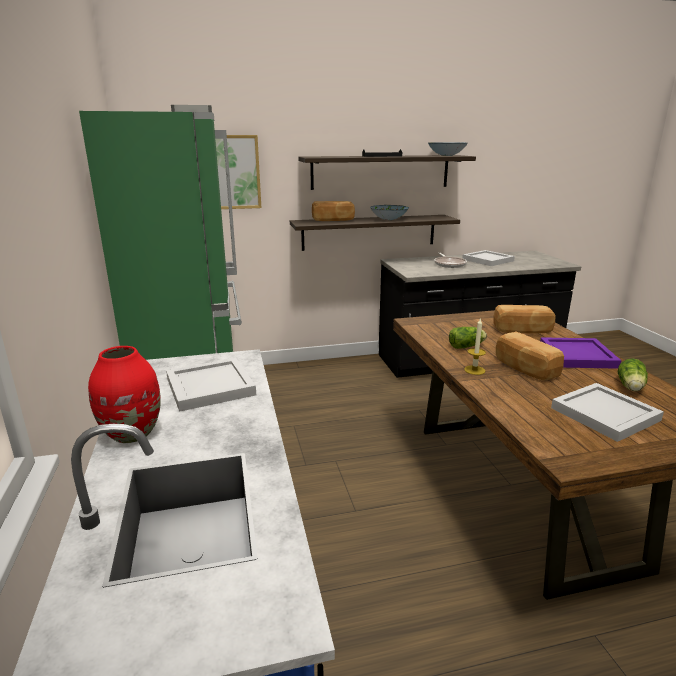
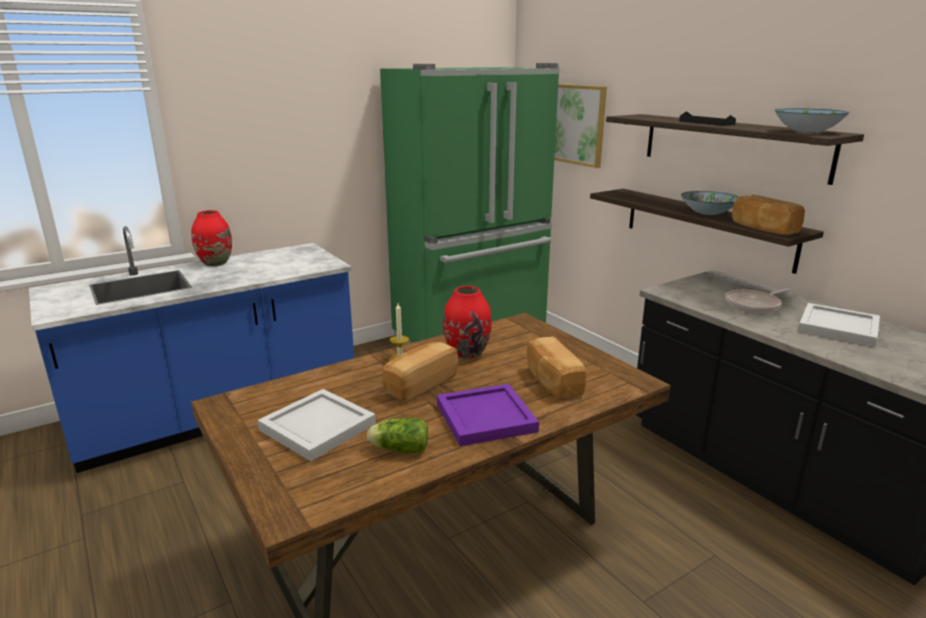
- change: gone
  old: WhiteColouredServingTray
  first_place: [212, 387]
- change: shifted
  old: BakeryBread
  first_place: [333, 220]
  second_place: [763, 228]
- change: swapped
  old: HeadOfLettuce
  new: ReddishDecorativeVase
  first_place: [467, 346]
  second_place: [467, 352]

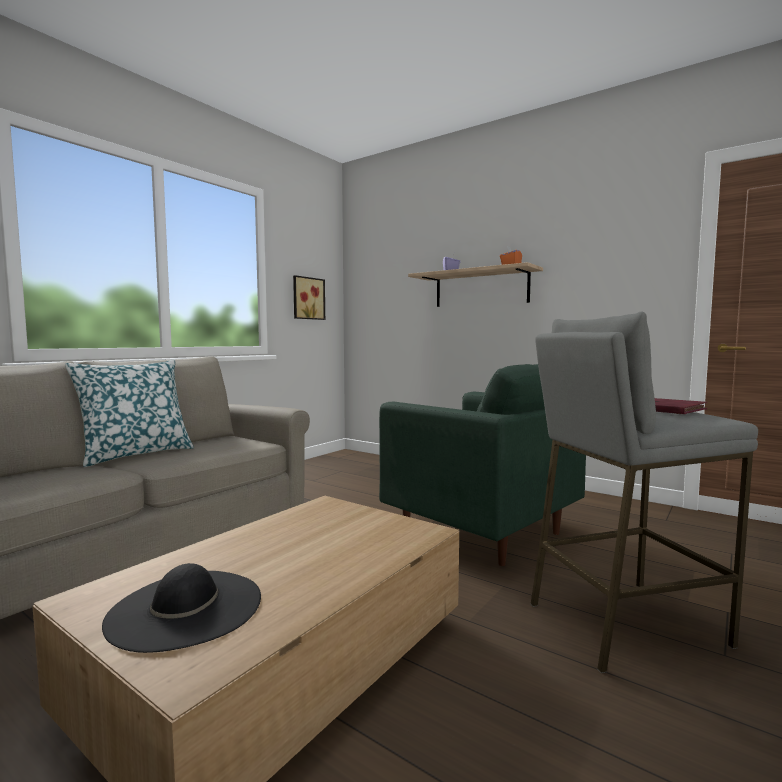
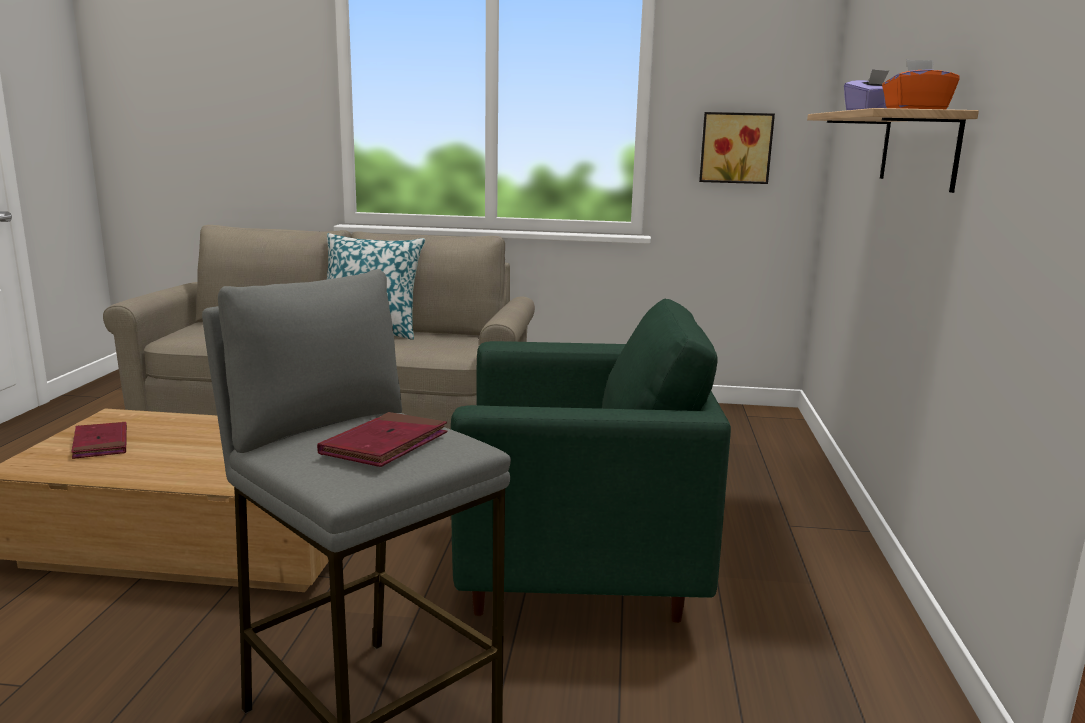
- change: swapped
  old: BlackWearableHat
  new: ReddishVolume
  first_place: [186, 608]
  second_place: [101, 444]
- change: rotated
  old: GreenColouredArmchair
  first_place: [481, 531]
  second_place: [579, 573]
  degrees: -105

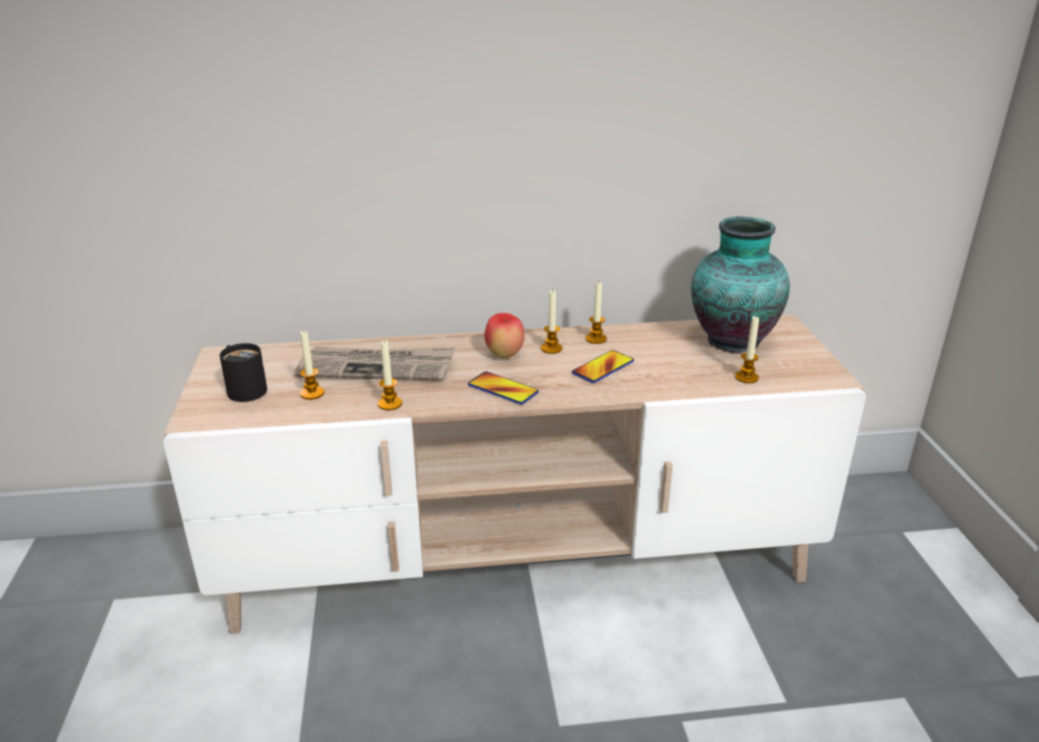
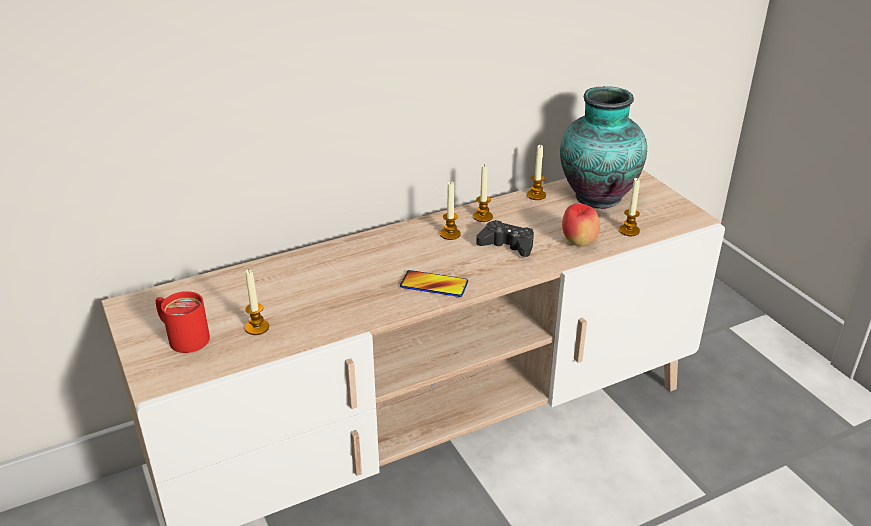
- change: gone
  old: DailyPaper
  first_place: [377, 367]
- change: shifted
  old: WaxCandle
  first_place: [390, 404]
  second_place: [536, 195]
- change: shifted
  old: WholeApple
  first_place: [504, 355]
  second_place: [579, 243]
- change: swapped
  old: Telephone
  new: BlackGameController
  first_place: [603, 368]
  second_place: [507, 245]
- change: repainted
  old: BlackTeaMug
  new: ReddishTeaMug
  first_place: [243, 388]
  second_place: [182, 337]

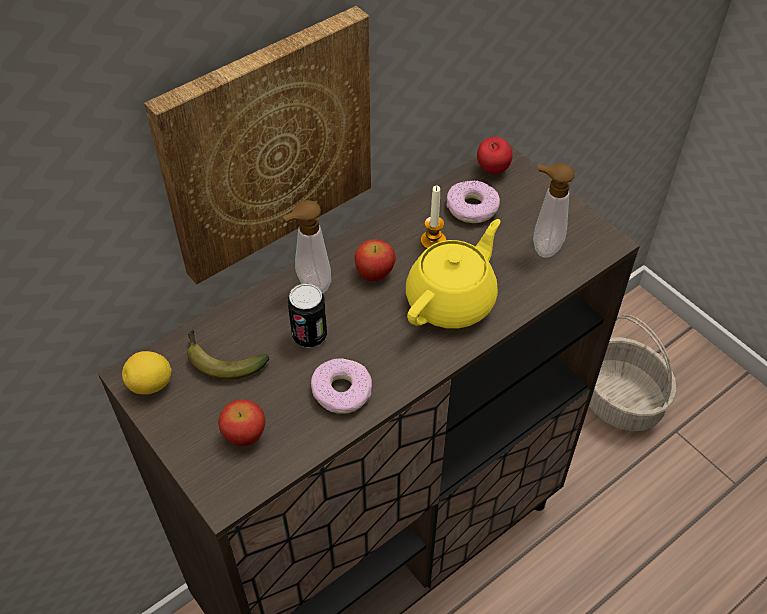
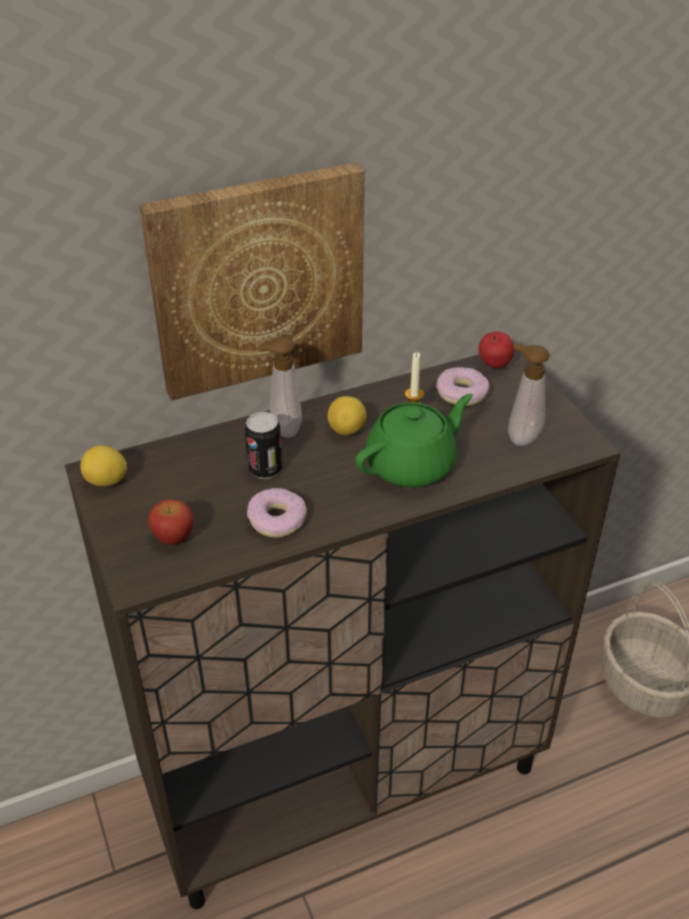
- change: gone
  old: Banana
  first_place: [221, 360]
- change: swapped
  old: WholeApple
  new: WholeLemon
  first_place: [375, 273]
  second_place: [347, 430]
- change: repainted
  old: YellowTeaPot
  new: GreenColouredTeaPot
  first_place: [452, 300]
  second_place: [412, 465]

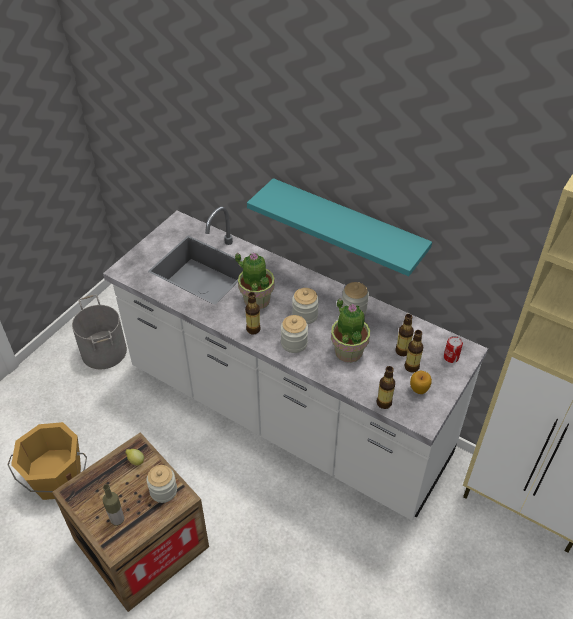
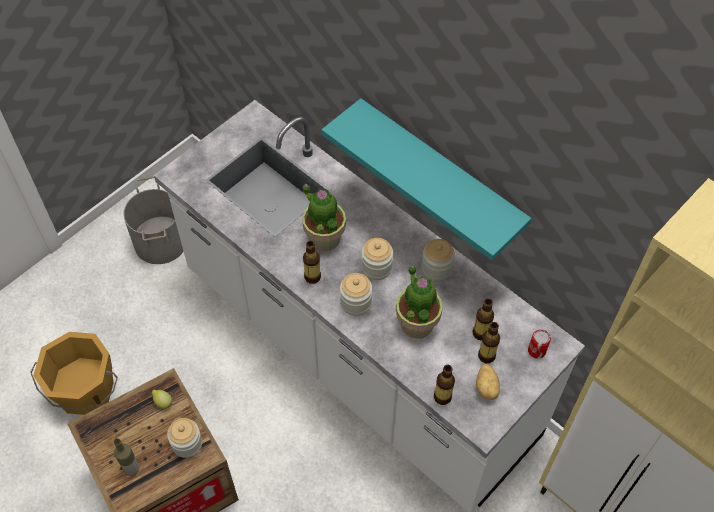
- change: swapped
  old: WholeApple
  new: Spud
  first_place: [418, 390]
  second_place: [487, 387]

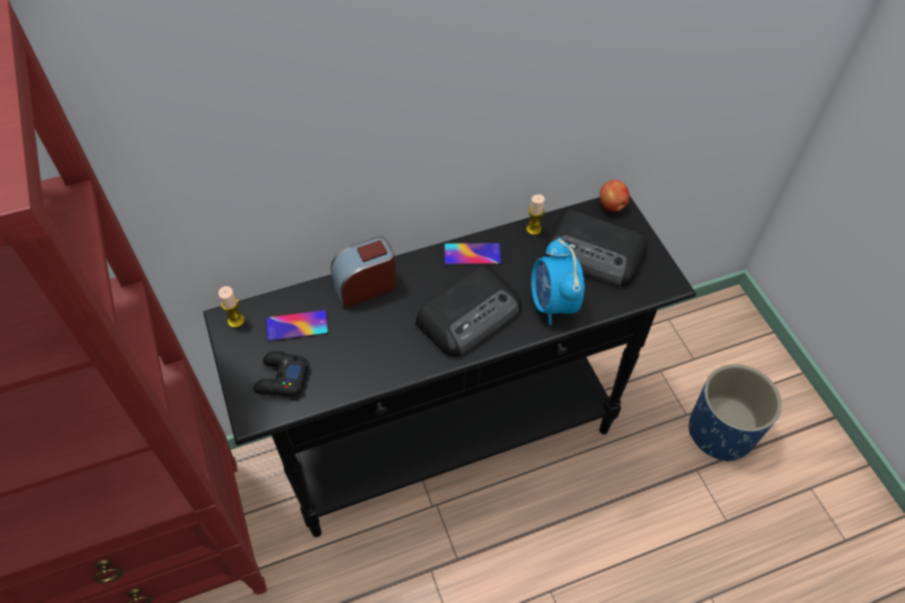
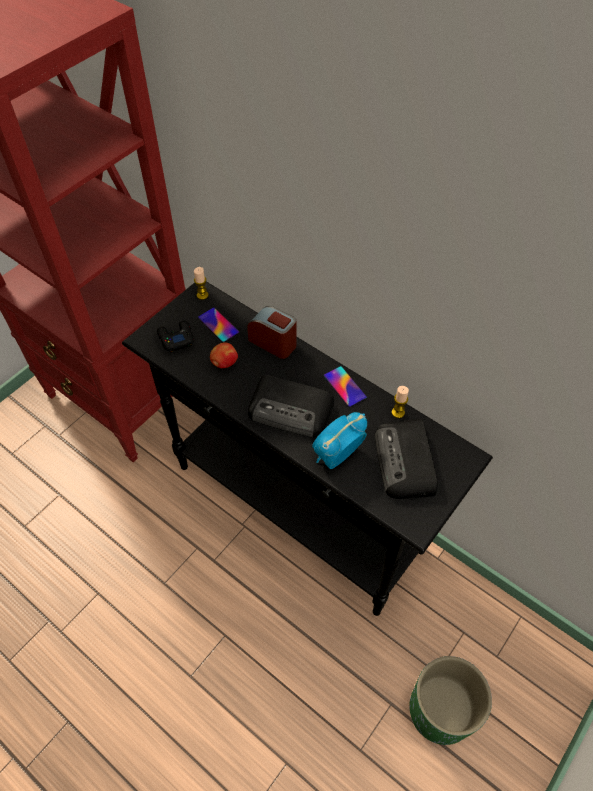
- change: shifted
  old: WholeApple
  first_place: [612, 206]
  second_place: [224, 363]
- change: repainted
  old: BluishPlantPot
  new: GreenColouredPlantPot
  first_place: [721, 432]
  second_place: [440, 710]

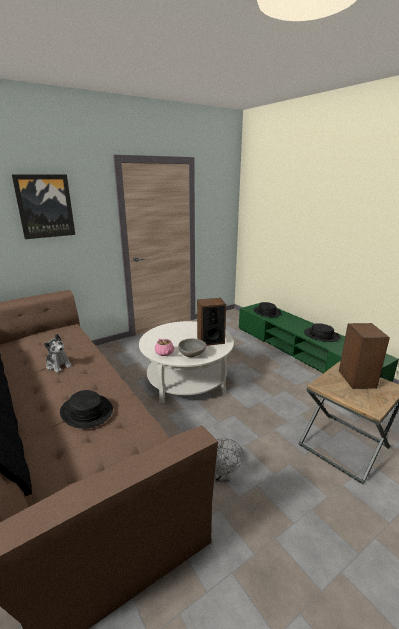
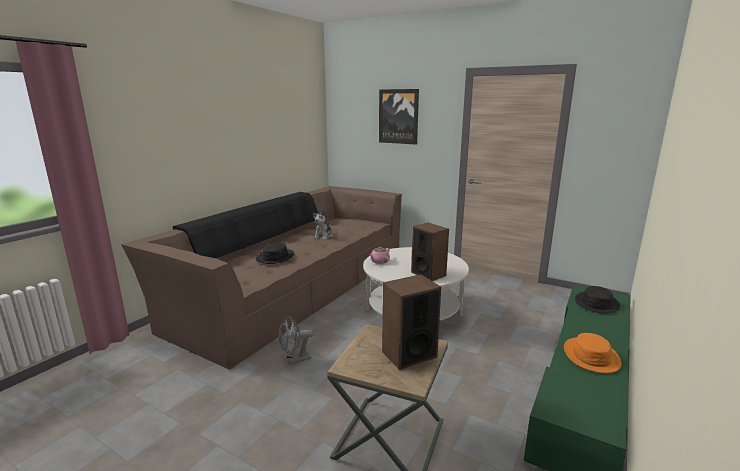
- change: gone
  old: GreyServingBowl
  first_place: [192, 354]
- change: repainted
  old: BlackWearableHat
  new: OrangeWearableHat
  first_place: [321, 335]
  second_place: [591, 356]

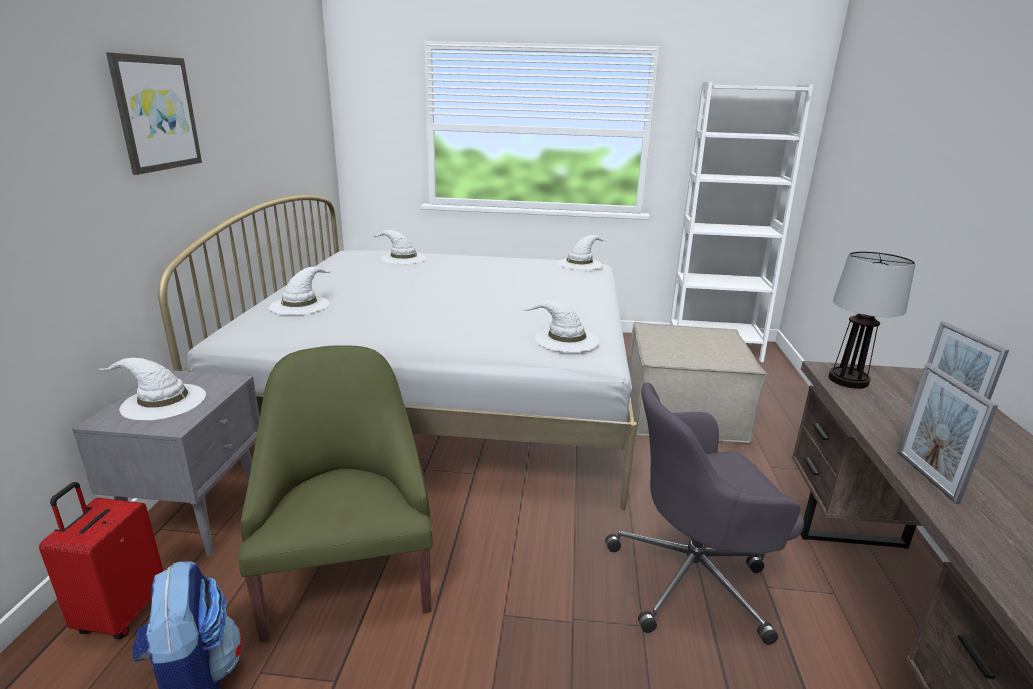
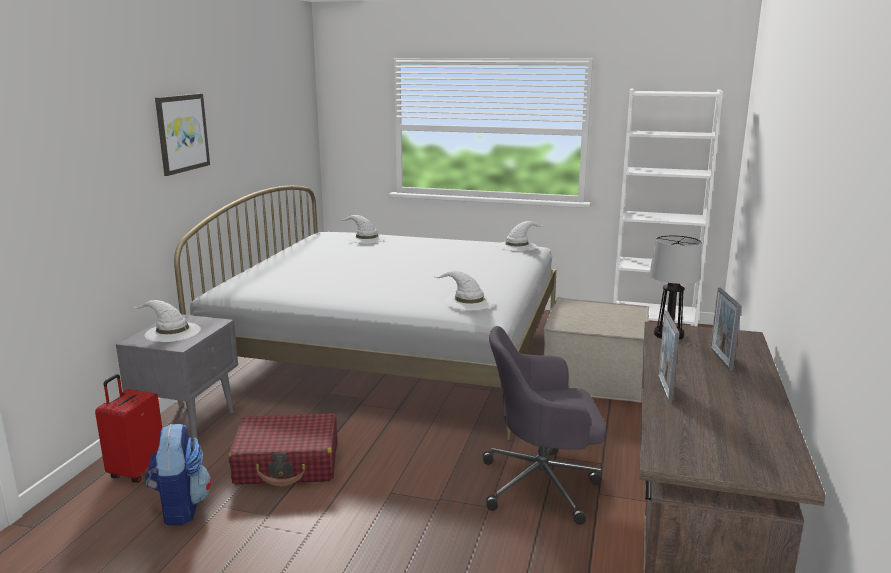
- change: gone
  old: WhiteColouredWearableHat
  first_place: [300, 305]
- change: swapped
  old: GreenColouredArmchair
  new: ReddishTravelCase
  first_place: [348, 576]
  second_place: [287, 463]

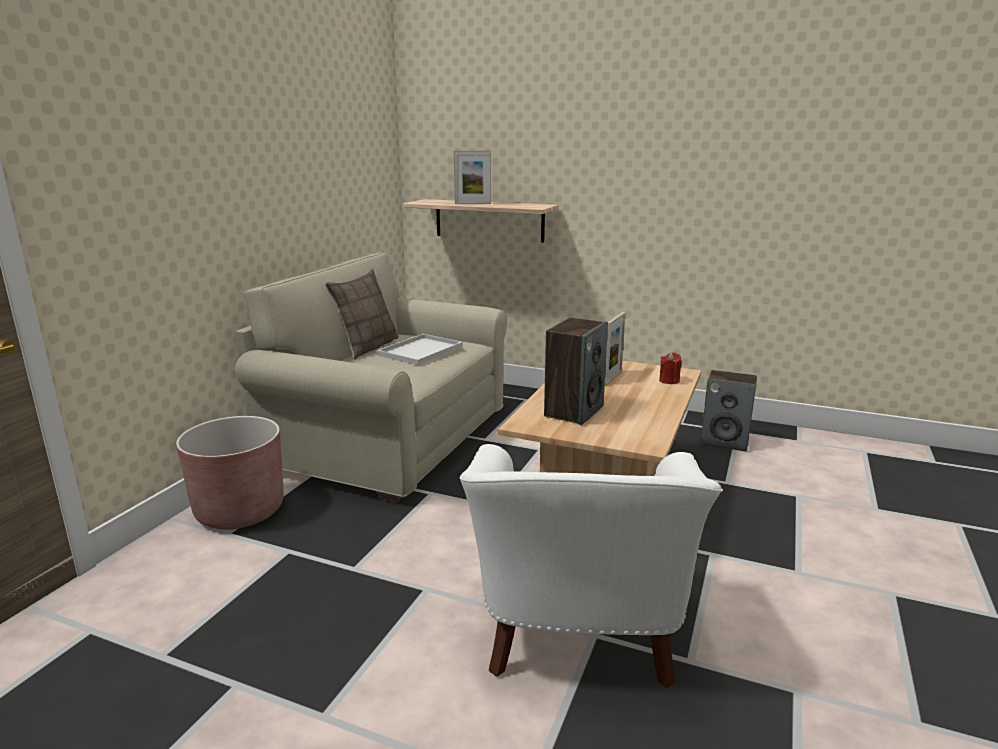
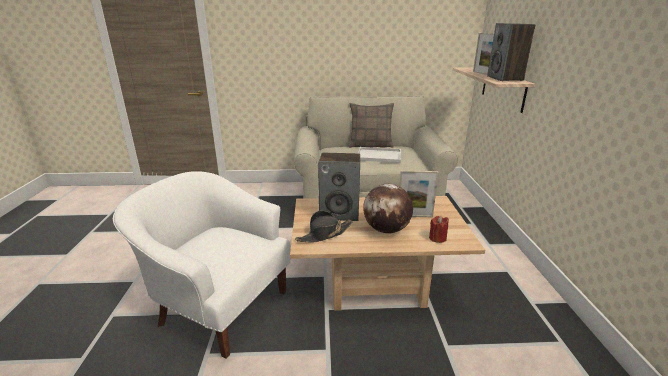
- change: gone
  old: BrownPlantPot
  first_place: [240, 511]
- change: new
  new: BlackWearableHat
  second_place: [324, 234]
- change: new
  new: WorldGlobe
  second_place: [386, 230]
- change: shifted
  old: Loudspeaker
  first_place: [725, 441]
  second_place: [505, 78]
- change: rotated
  old: WhiteColouredArmchair
  first_place: [578, 633]
  second_place: [220, 305]
  degrees: 45

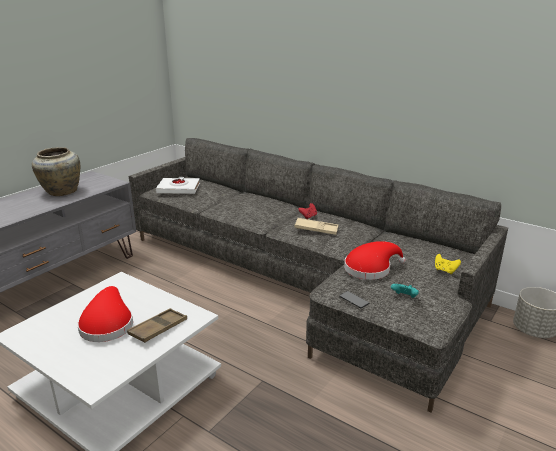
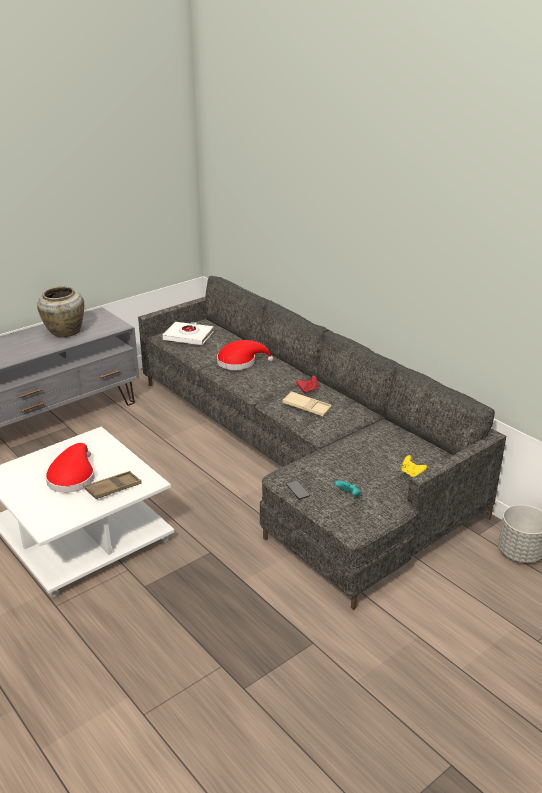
- change: shifted
  old: ReddishWearableHat
  first_place: [370, 268]
  second_place: [240, 362]

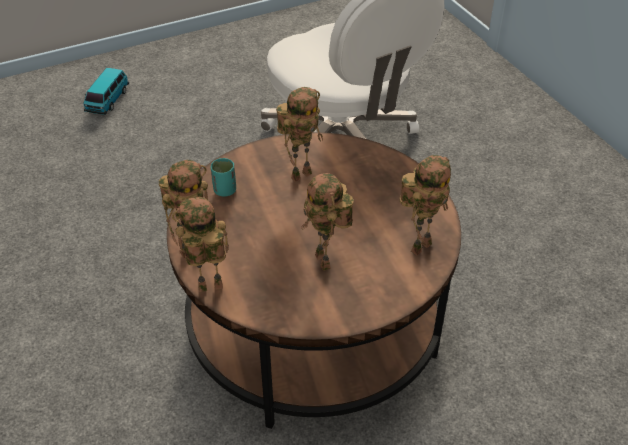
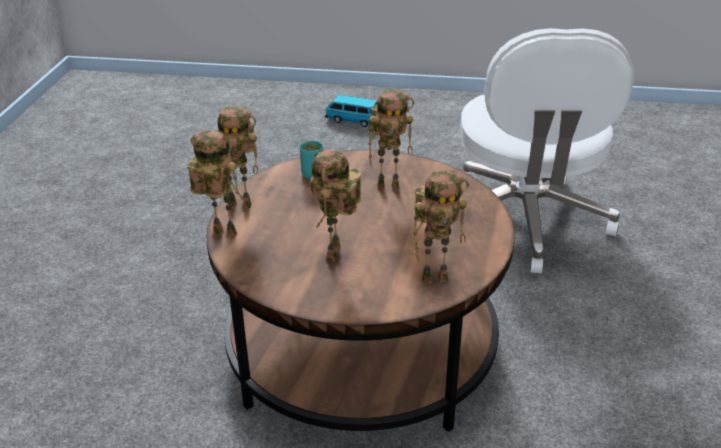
- change: rotated
  old: MiniatureCar
  first_place: [107, 100]
  second_place: [353, 120]
  degrees: 60

